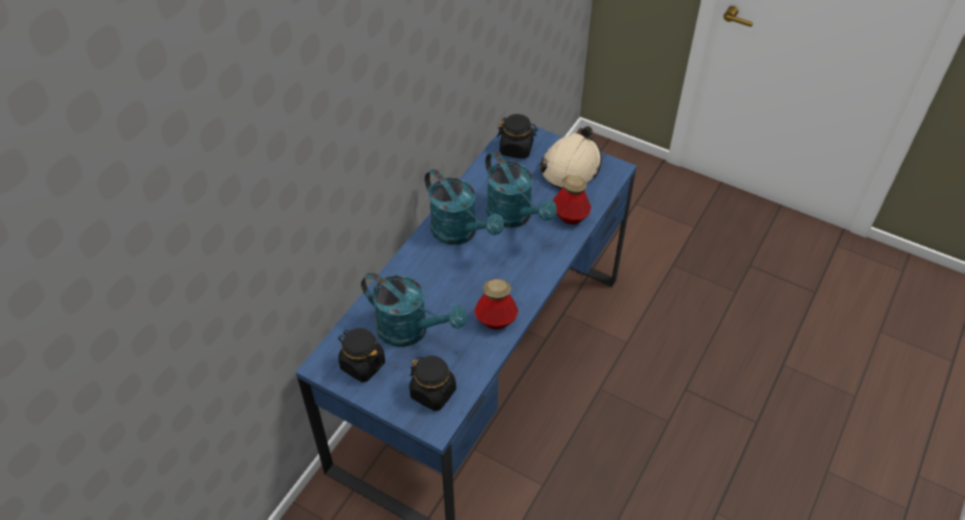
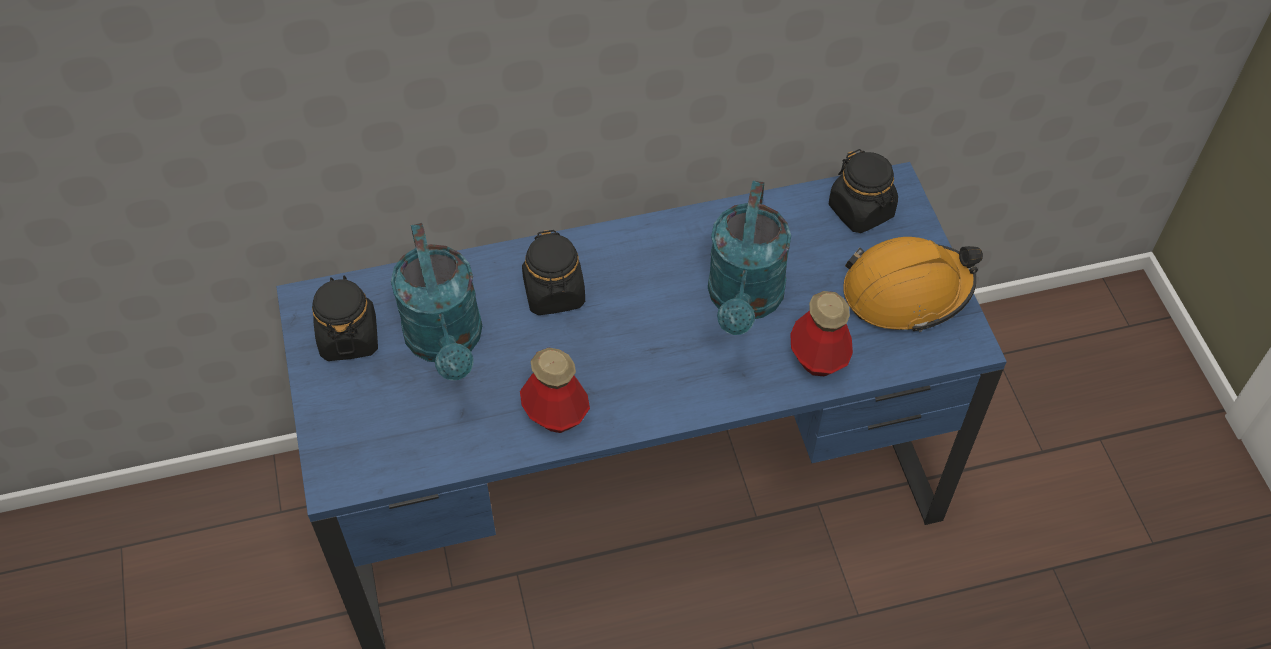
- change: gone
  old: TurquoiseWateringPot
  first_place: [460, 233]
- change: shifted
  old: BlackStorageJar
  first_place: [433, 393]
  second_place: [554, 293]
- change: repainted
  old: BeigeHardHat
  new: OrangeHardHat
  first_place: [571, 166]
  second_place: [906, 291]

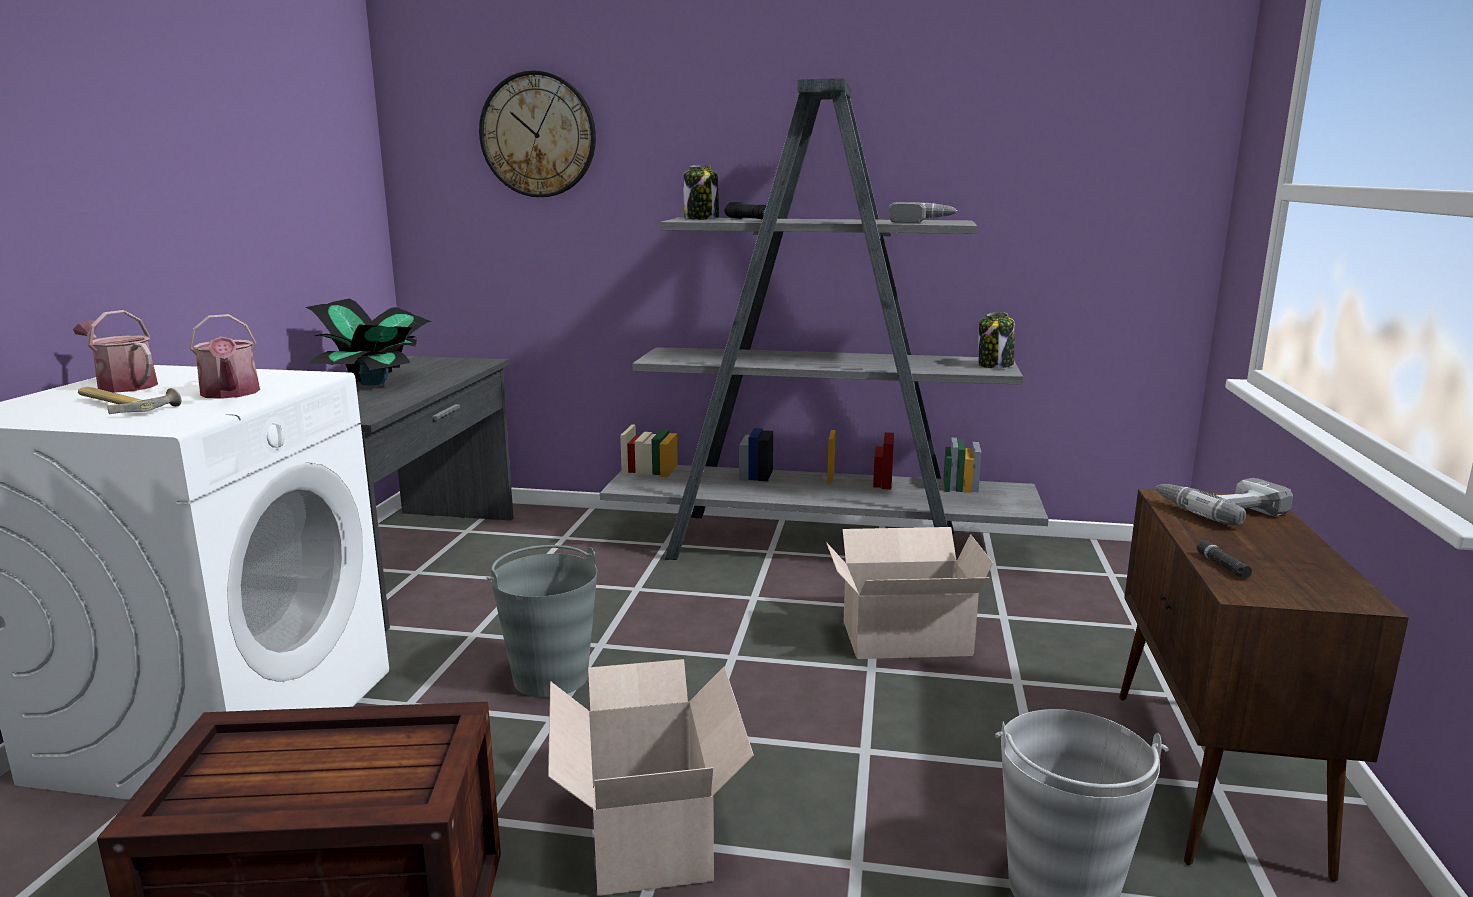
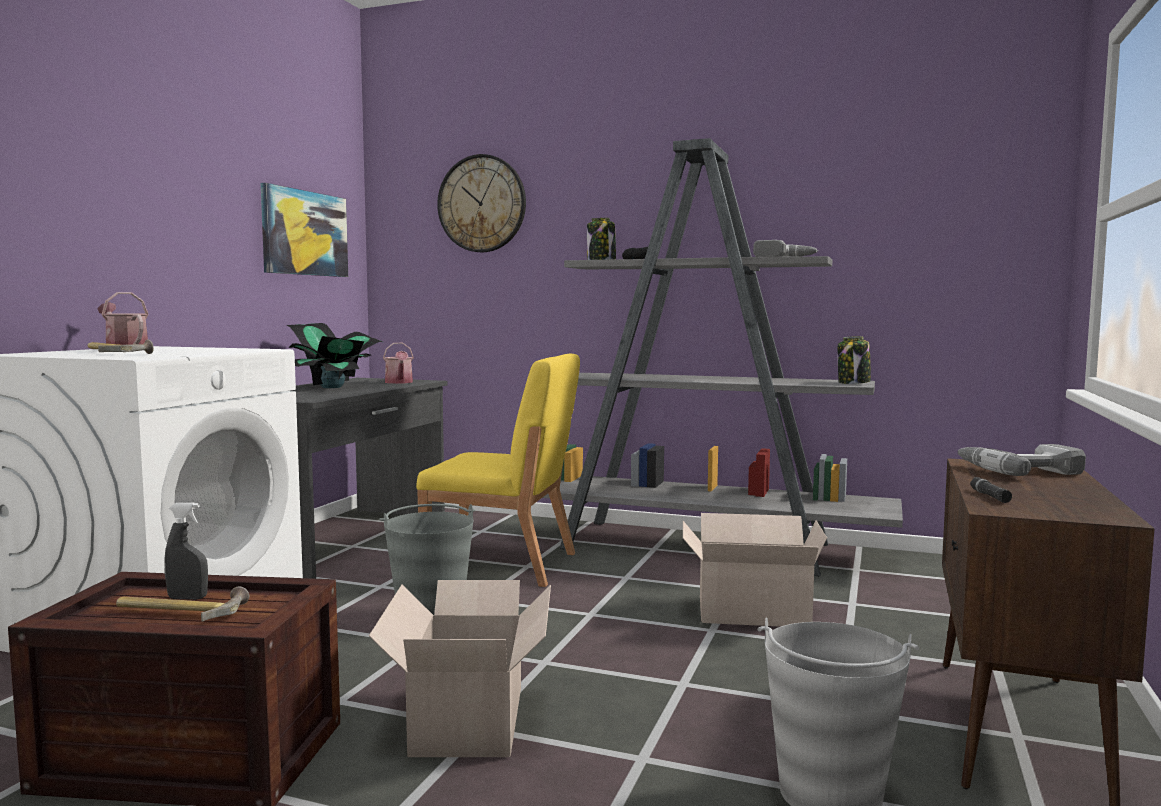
- change: new
  new: ToolHammer
  second_place: [181, 611]
- change: new
  new: GreyHandSprayer
  second_place: [187, 598]
- change: new
  new: WallPicture
  second_place: [304, 233]
- change: new
  new: YellowChair
  second_place: [503, 565]
- change: shifted
  old: WateringPot
  first_place: [230, 394]
  second_place: [399, 382]

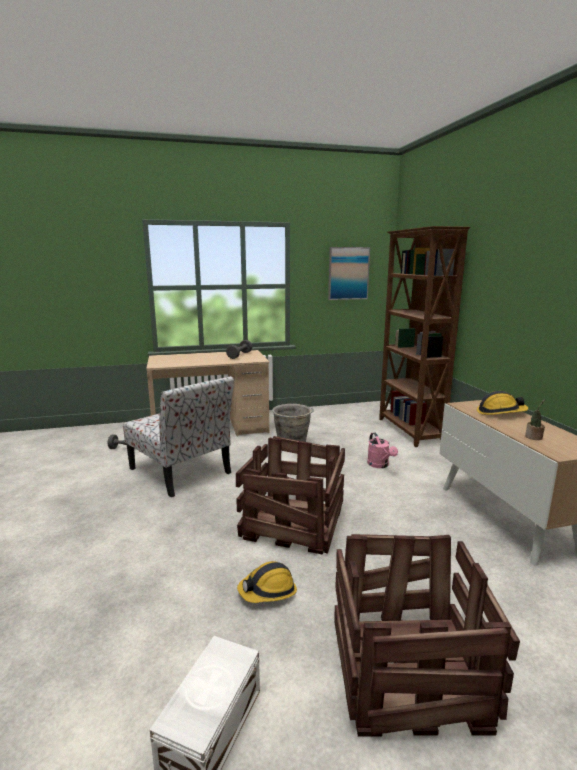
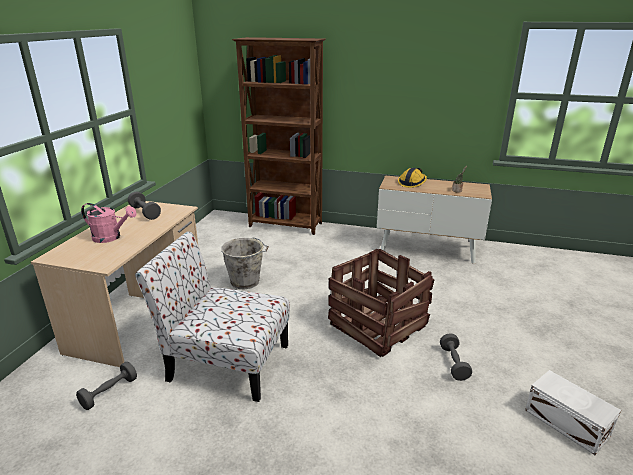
- change: gone
  old: WallPicture
  first_place: [348, 273]
- change: gone
  old: PackingCrate
  first_place: [410, 671]
- change: shifted
  old: PinkishWateringPot
  first_place: [380, 465]
  second_place: [111, 237]
- change: swapped
  old: HardHat
  new: GreyDumbbell
  first_place: [268, 591]
  second_place: [454, 363]
- change: rotated
  old: Chair
  first_place: [181, 472]
  second_place: [226, 362]
  degrees: -150

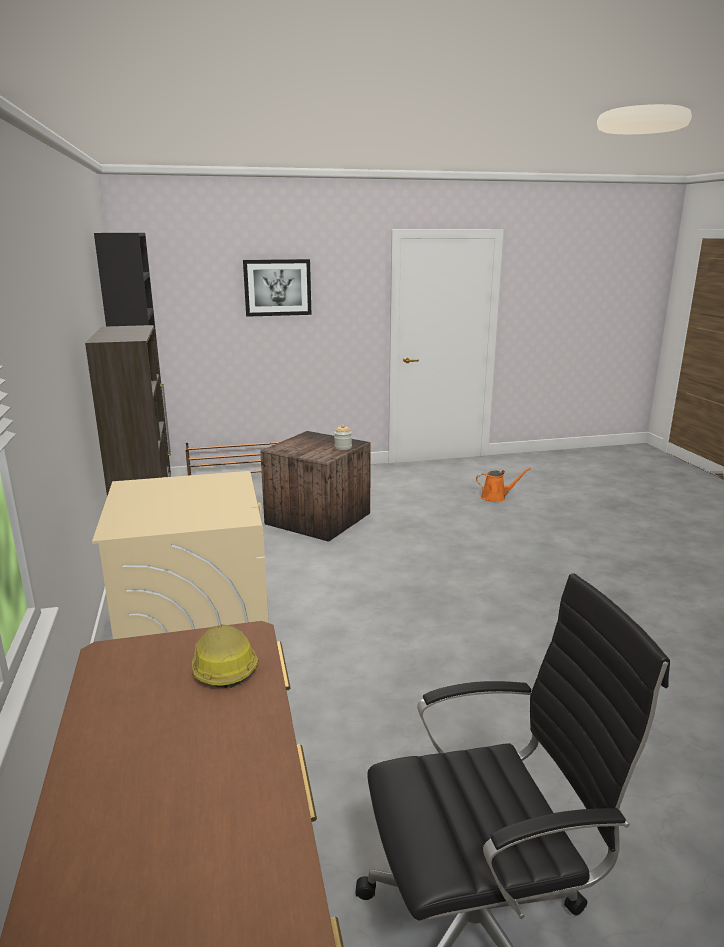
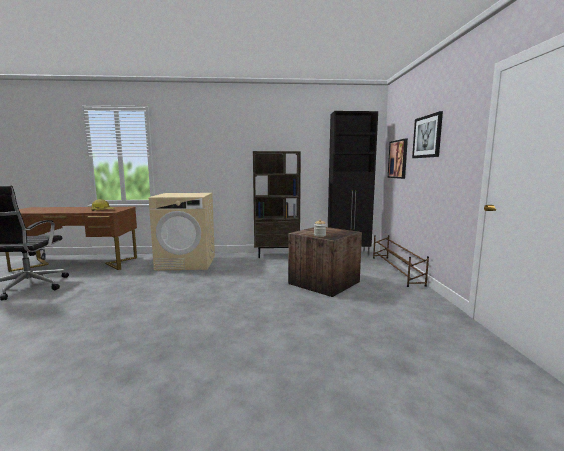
- change: gone
  old: OrangeWateringPot
  first_place: [496, 497]
- change: new
  new: WallPicture
  second_place: [398, 159]

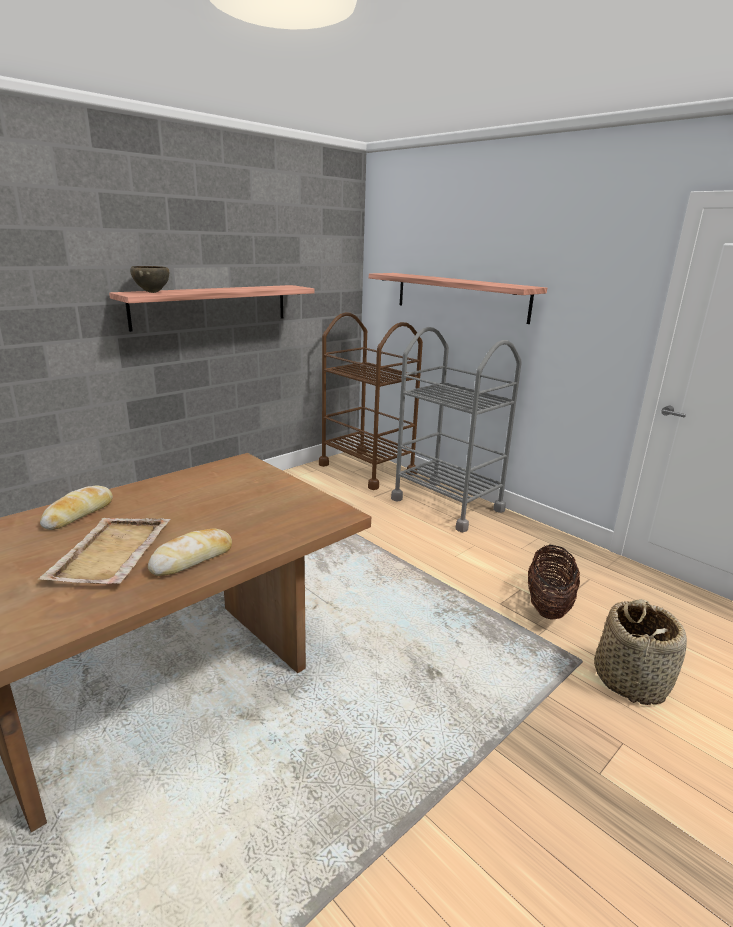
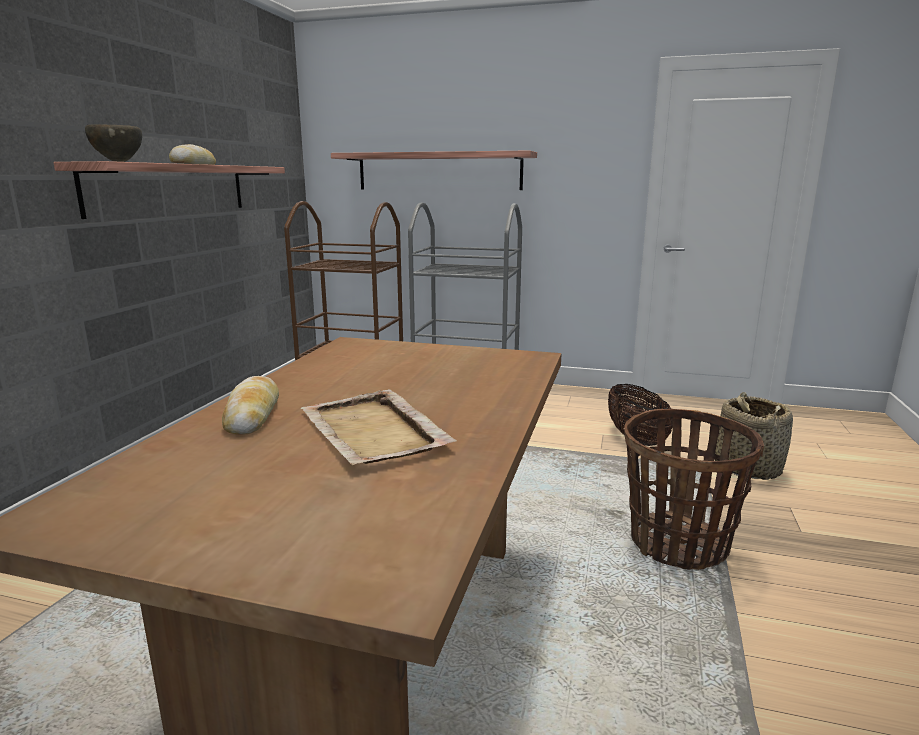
- change: new
  new: StorageBasket
  second_place: [678, 544]
- change: shifted
  old: BakeryBread
  first_place: [192, 559]
  second_place: [194, 164]

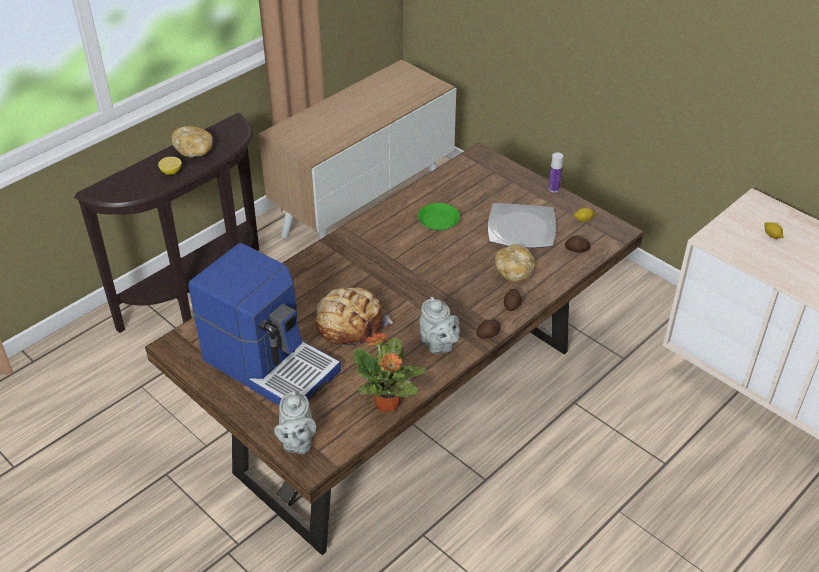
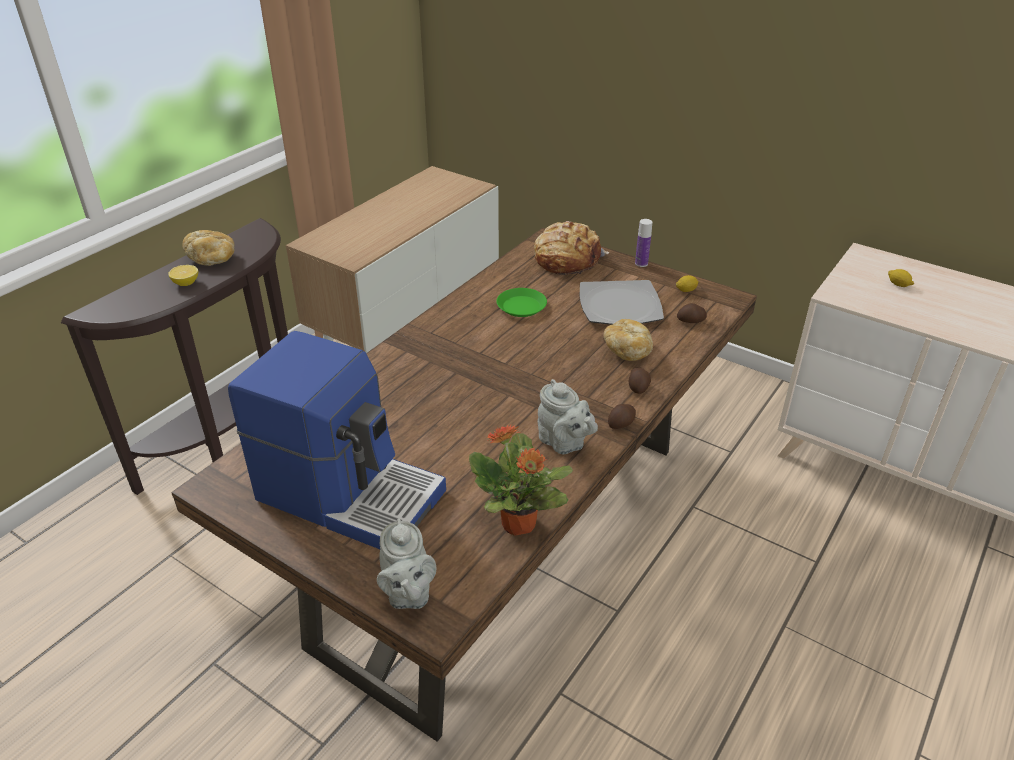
- change: shifted
  old: BakeryBread
  first_place: [349, 324]
  second_place: [566, 259]

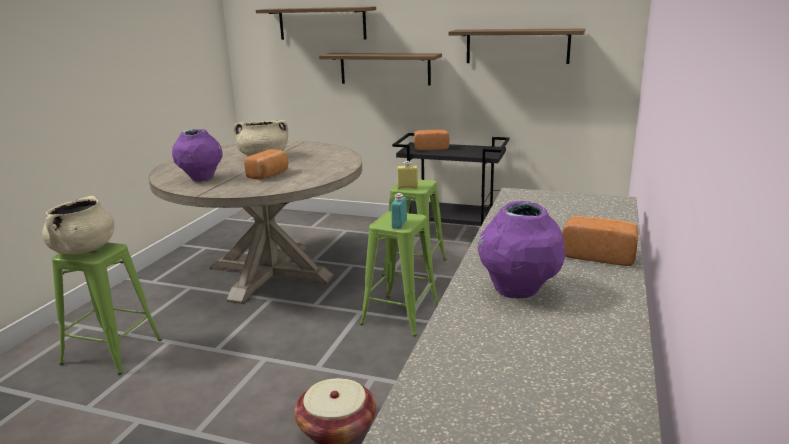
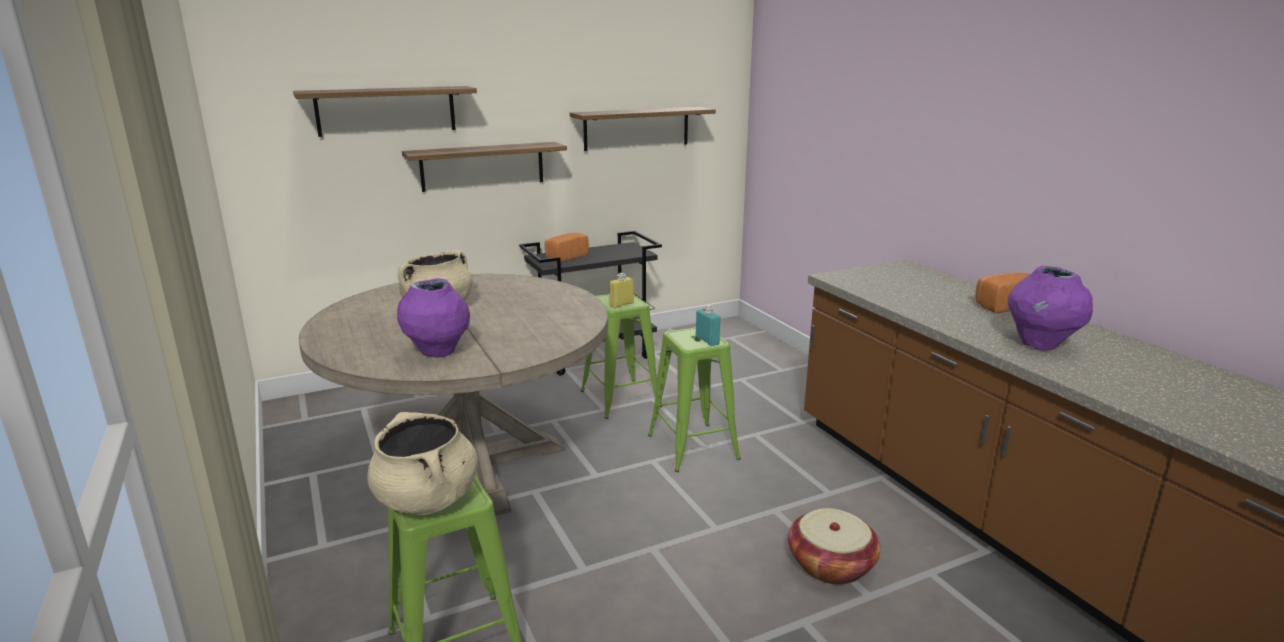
- change: gone
  old: BakeryBread
  first_place: [269, 175]

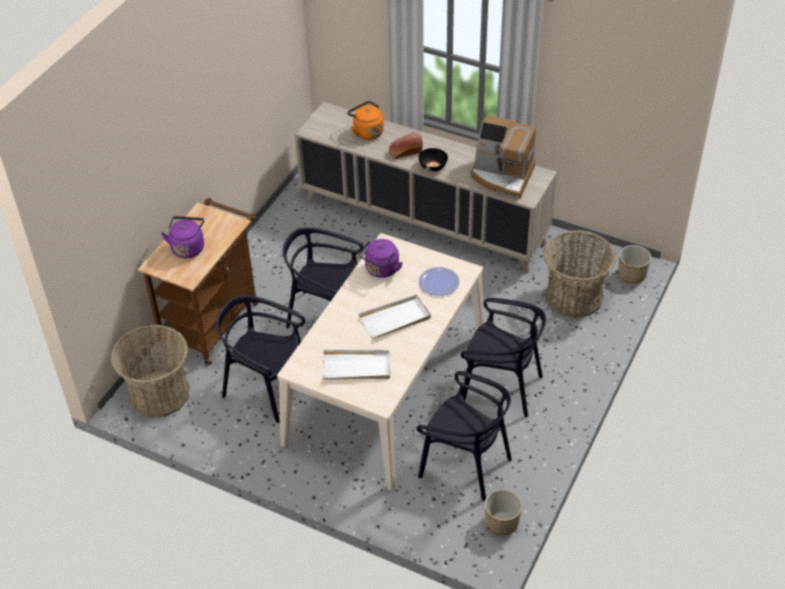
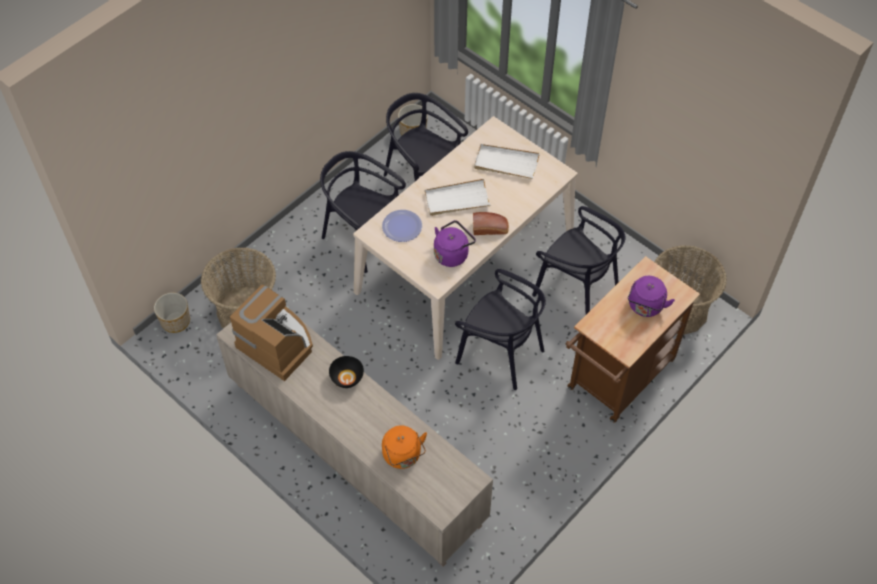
- change: shifted
  old: BakeryBread
  first_place: [405, 152]
  second_place: [490, 228]

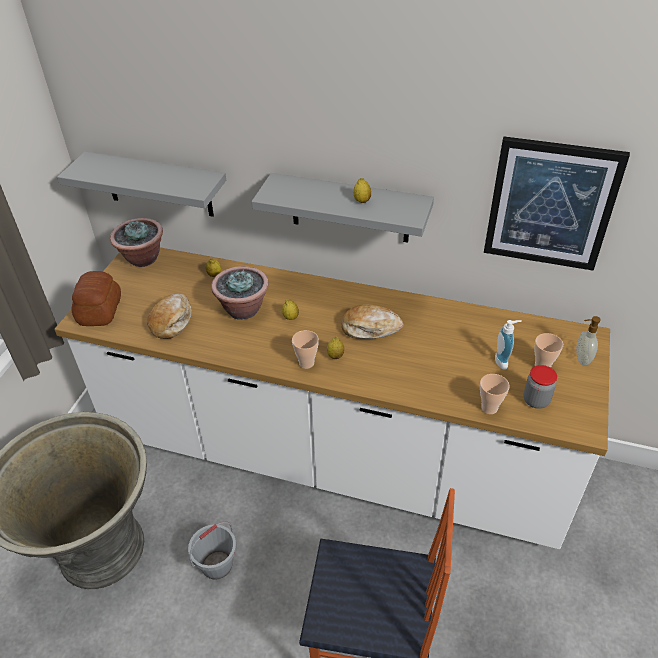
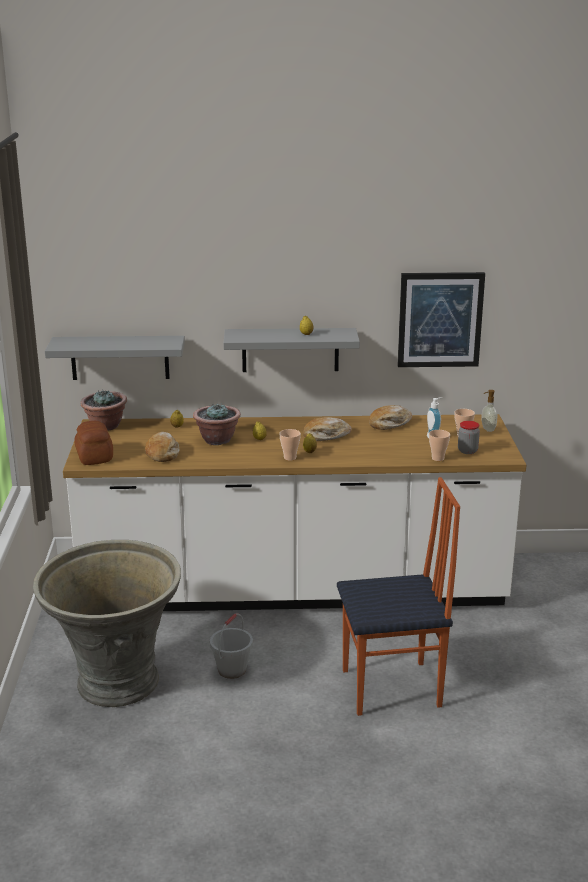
- change: new
  new: BakeryBread
  second_place: [389, 424]

